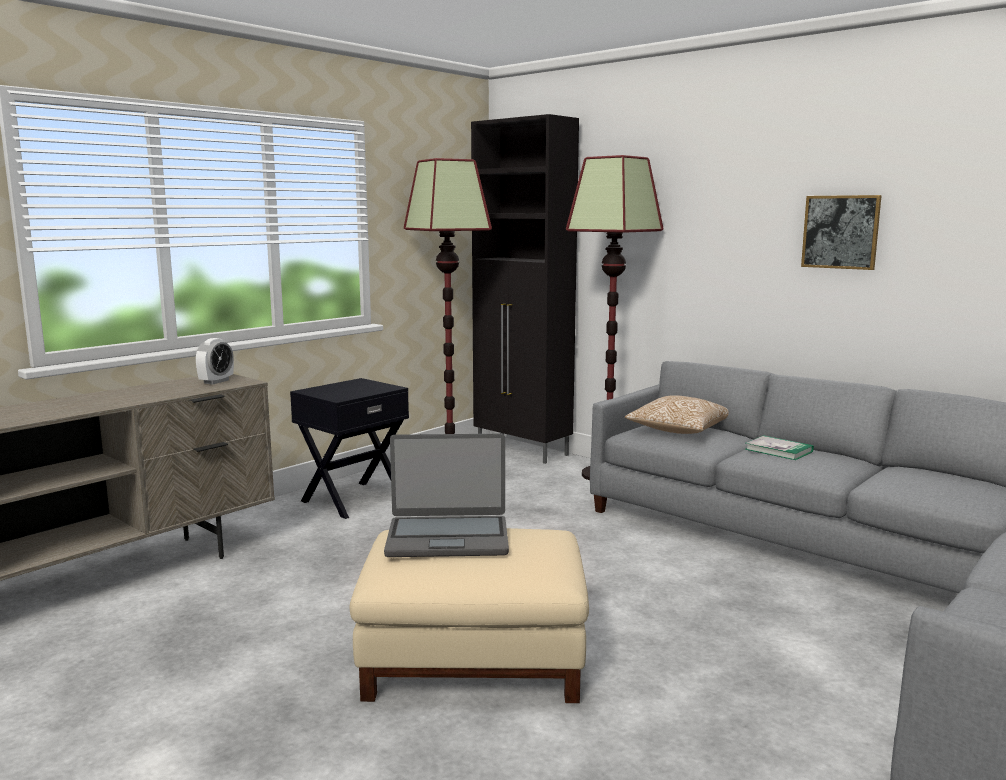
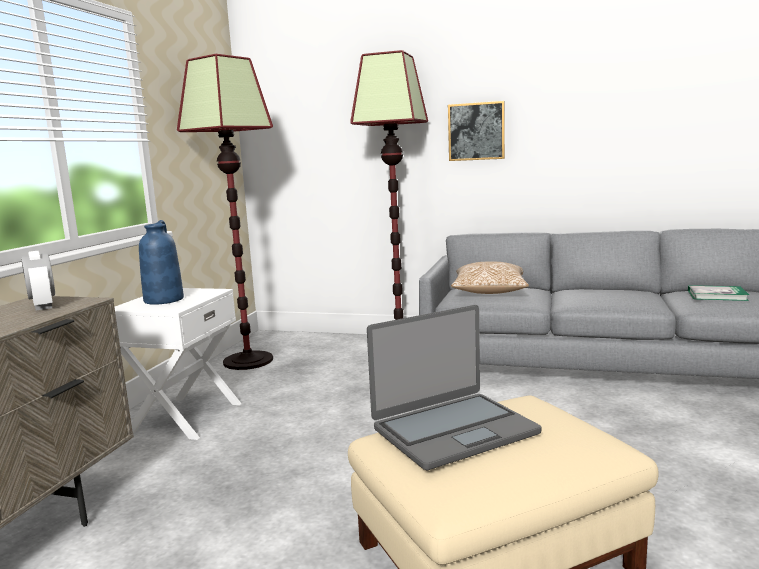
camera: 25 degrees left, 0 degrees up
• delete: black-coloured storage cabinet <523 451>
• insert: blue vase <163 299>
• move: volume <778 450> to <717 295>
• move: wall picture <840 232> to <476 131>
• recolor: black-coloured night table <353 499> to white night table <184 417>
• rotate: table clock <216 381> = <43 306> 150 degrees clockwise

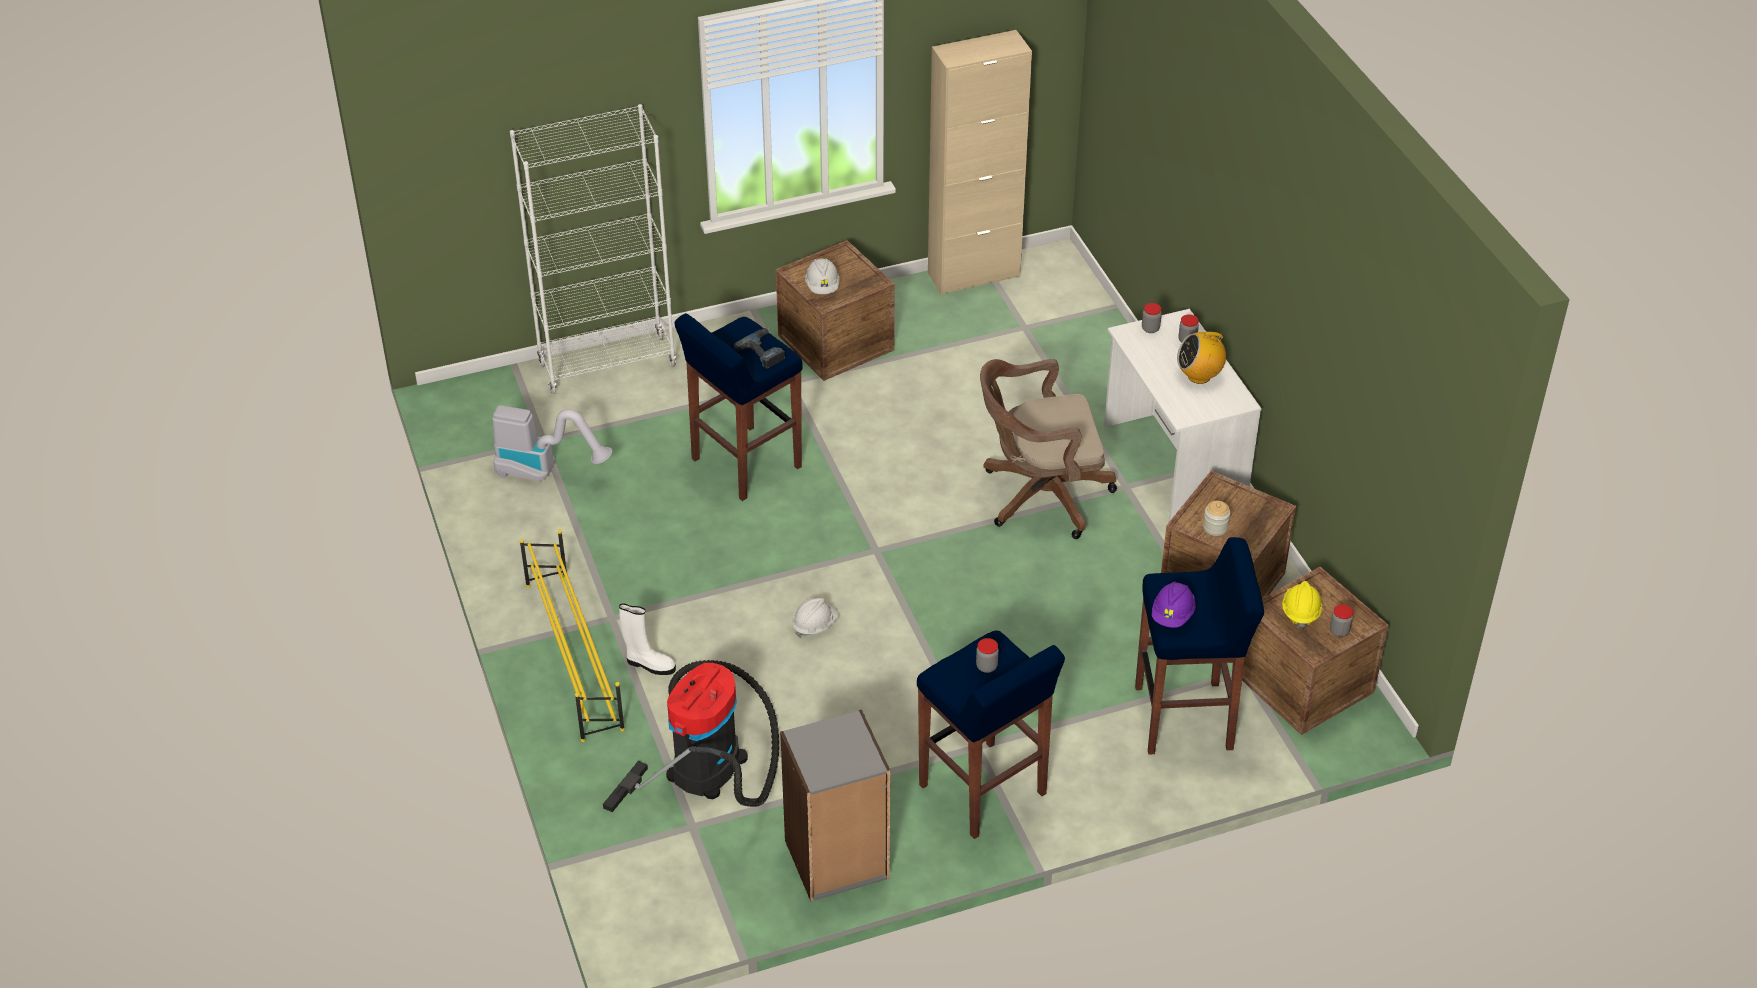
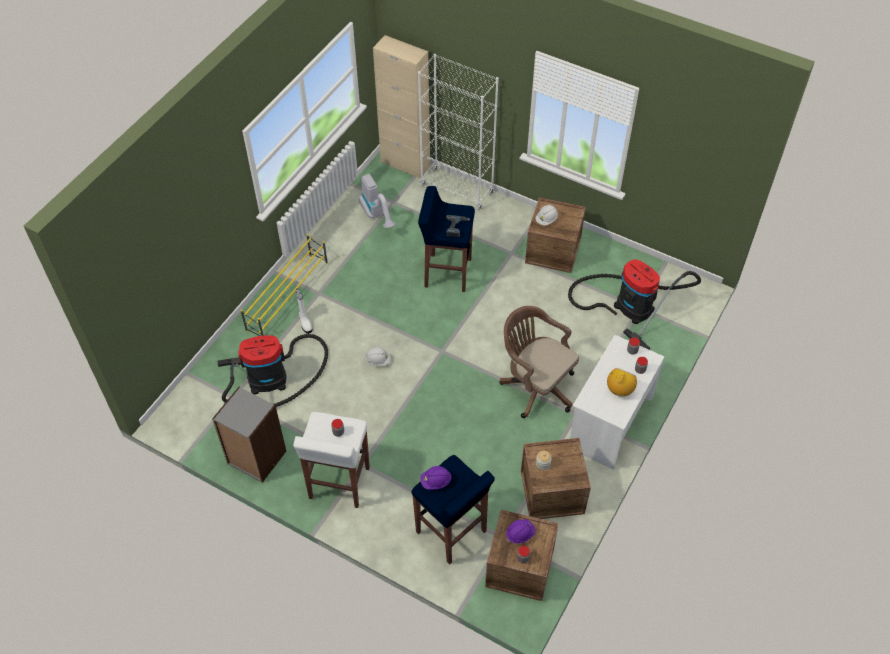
camera: 50 degrees right, 10 degrees up
• insert: vacuum <629 306>
• move: beige-coloured storage cabinet <973 275> to <405 164>
• recolor: blue stool seat <983 791> to white stool seat <339 484>
• recolor: yellow-coloured hard hat <1300 612> to purplish hard hat <520 534>
• rotate: radio <1199 376> = <619 390> 75 degrees clockwise

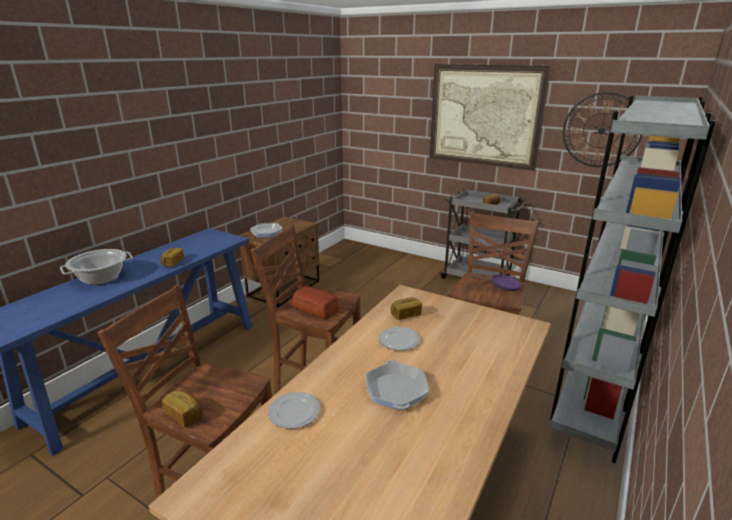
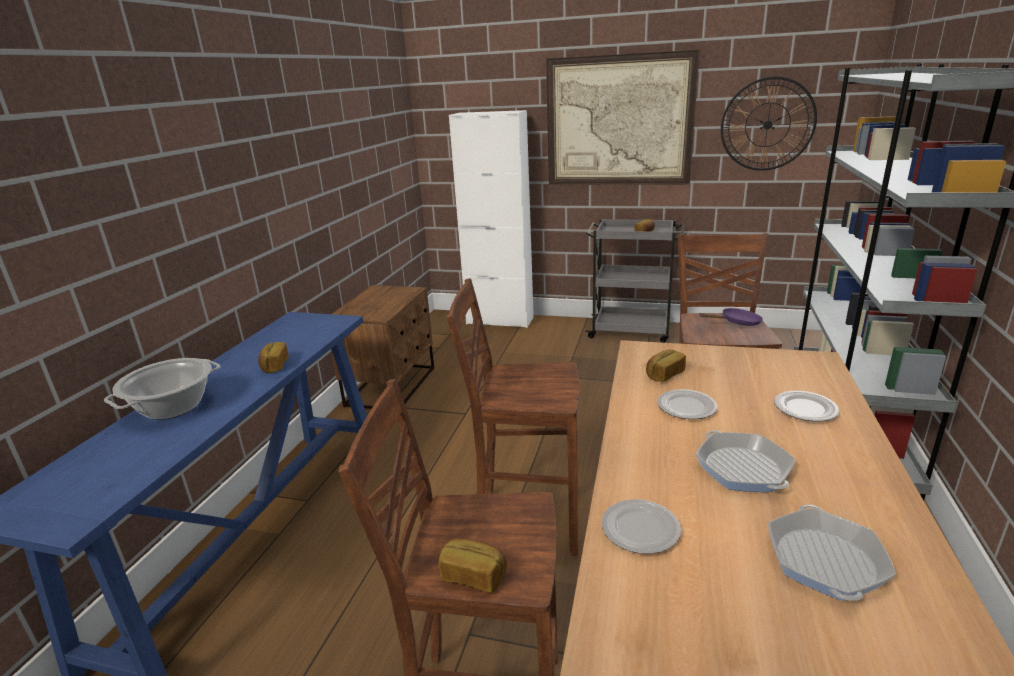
camera: 15 degrees left, 0 degrees up
• delete: bread <316 309>
• insert: white storage cabinet <500 320>
• insert: dinner plate <805 409>
• move: pan <266 233> to <825 560>

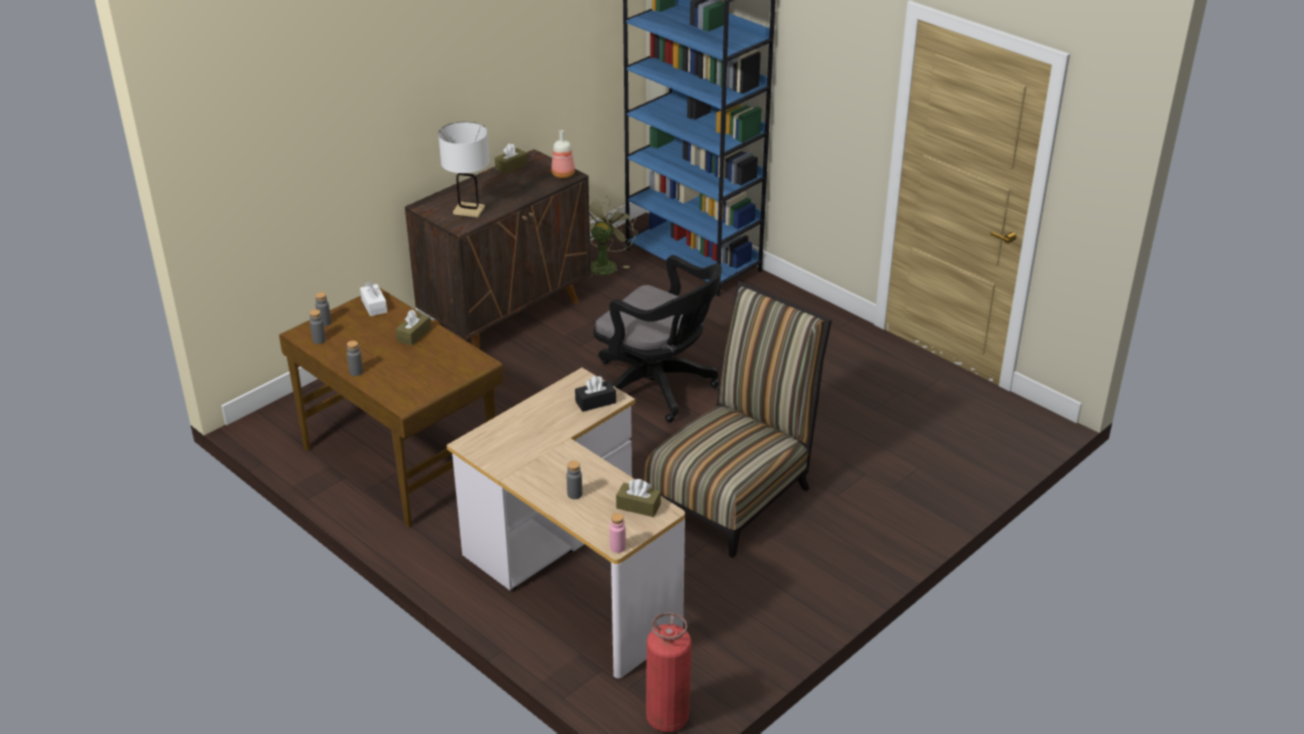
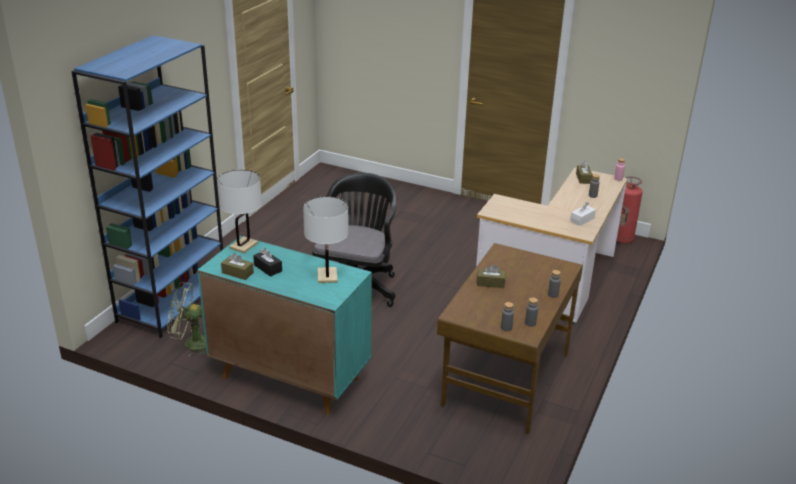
camera: 110 degrees left, 5 degrees down
• delete: chair <733 492>
• move: white box of tissues <374 306> to <582 219>
• move: black-coloured box of tissues <595 402> to <268 268>
• replace: bottle <564 174> to white tabletop lamp <244 245>
• recolor: brown-coloured storage cabinet <507 314> to turquoise-coloured storage cabinet <289 377>

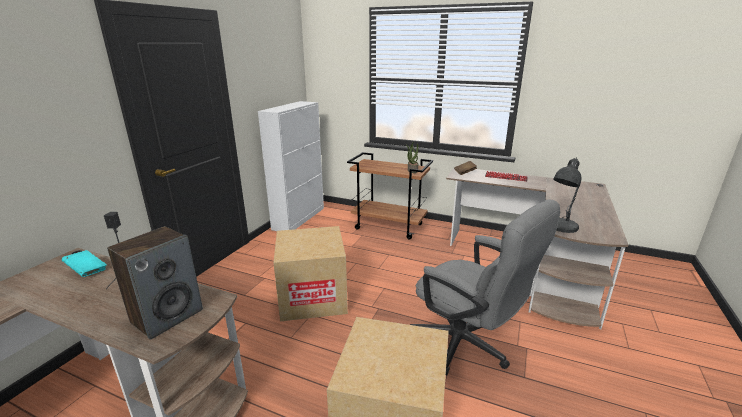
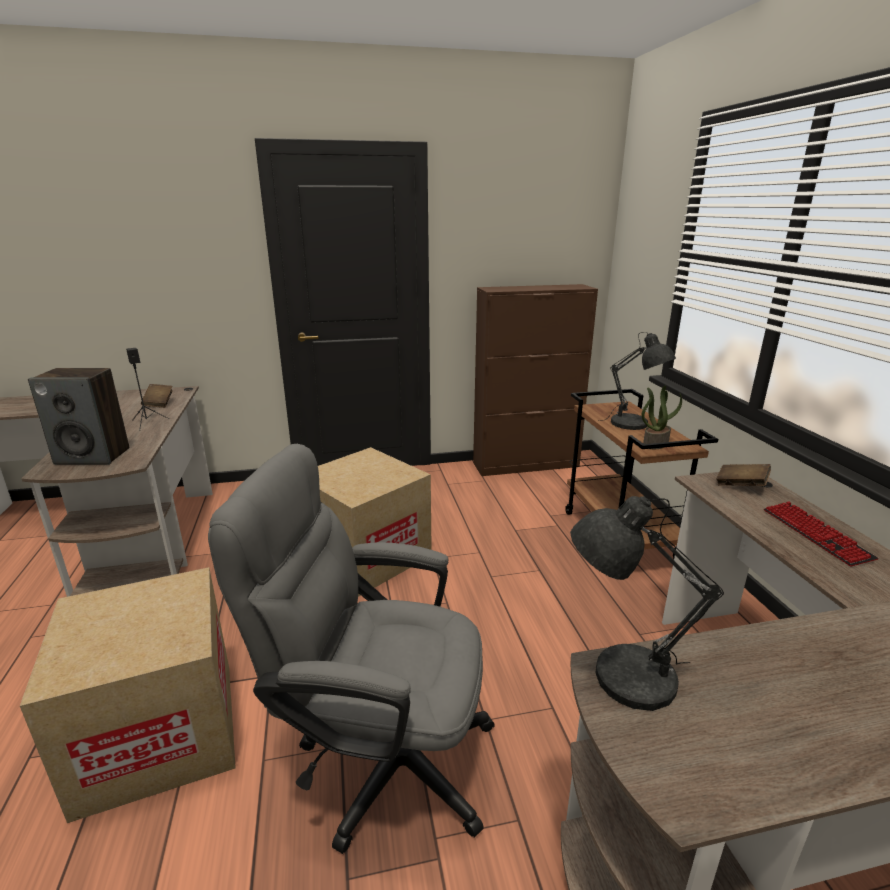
camera: 55 degrees right, 0 degrees up
• insert: greyish tabletop lamp <633 425>
• recolor: turquoise-coloured volume <87 271> to brown-coloured volume <159 403>
• recolor: white storage cabinet <299 218> to brown-coloured storage cabinet <526 464>
• rotate: greyish computer chair <467 346> = <379 757> 90 degrees clockwise

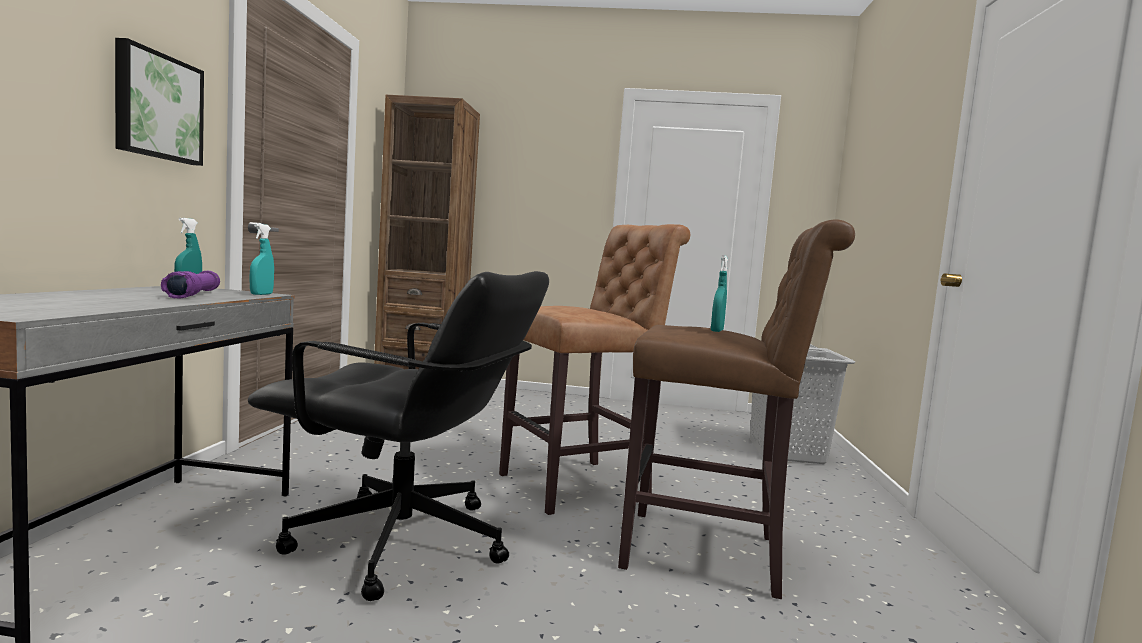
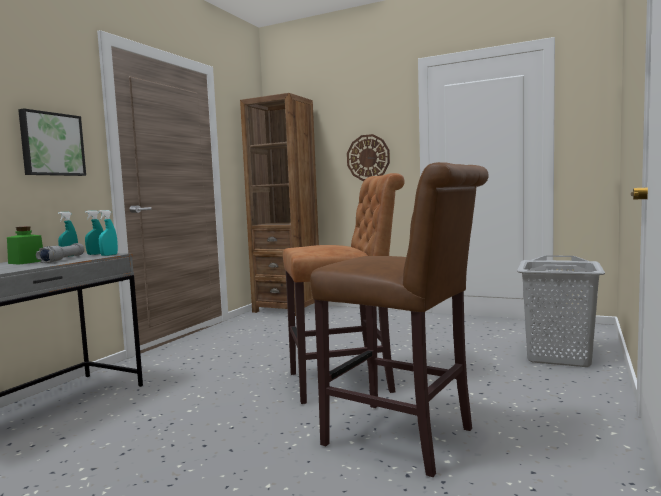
camera: 20 degrees right, 0 degrees up
• delete: black-coloured computer chair <402 544>
• insert: green-coloured storage jar <26 262>
• insert: hanging clock <368 158>
• move: turquoise-coloured sprayer <717 331> to <96 254>
• recolor: purplish hand torch <193 295> to greyish hand torch <62 259>

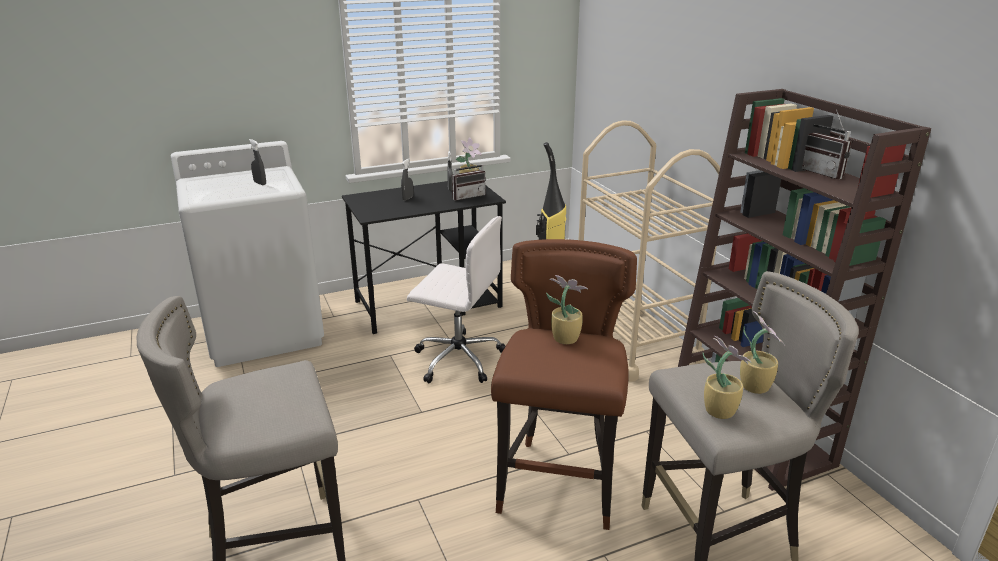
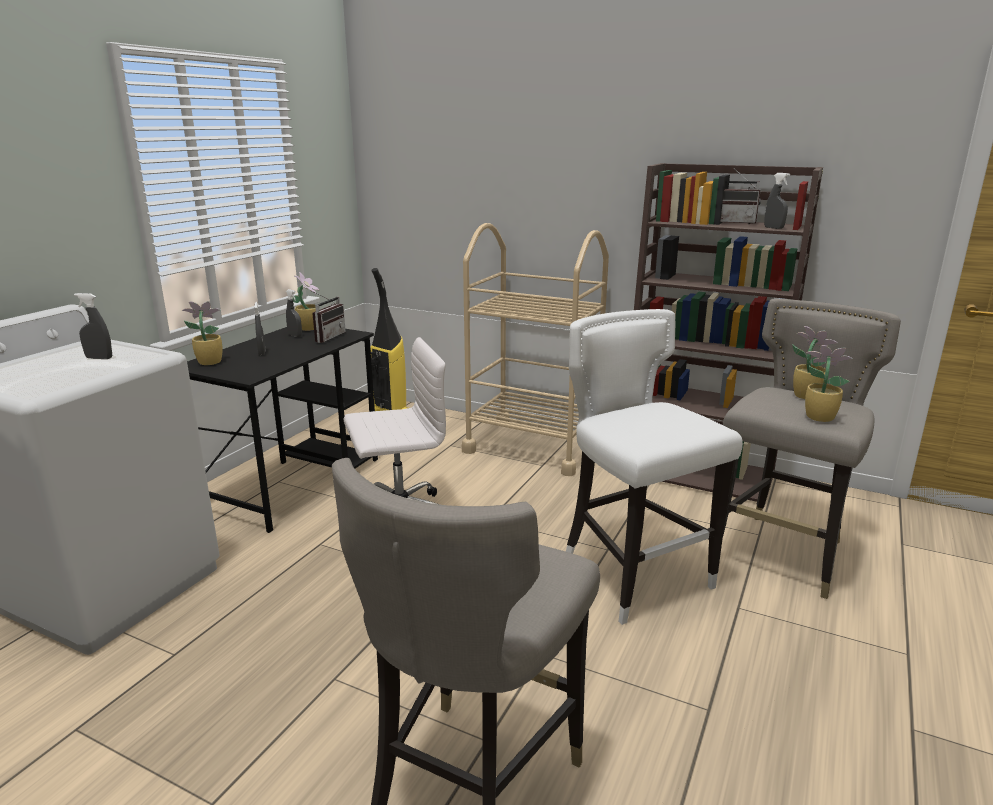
camera: 40 degrees left, 5 degrees down
• insert: greyish sprayer <773 228>
• move: plant in a pot <564 338> to <208 362>
• recolor: brown-coloured stool seat <559 483> to white stool seat <633 574>

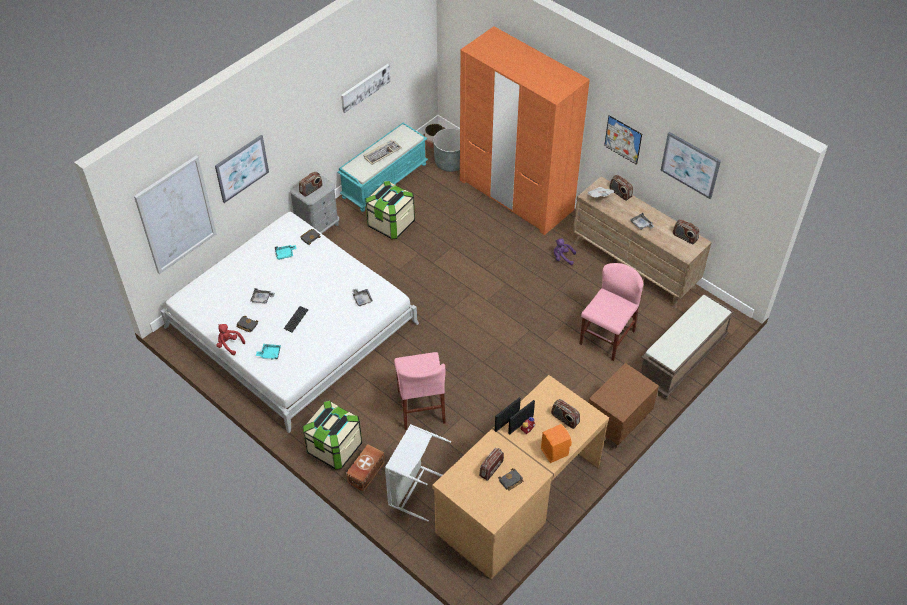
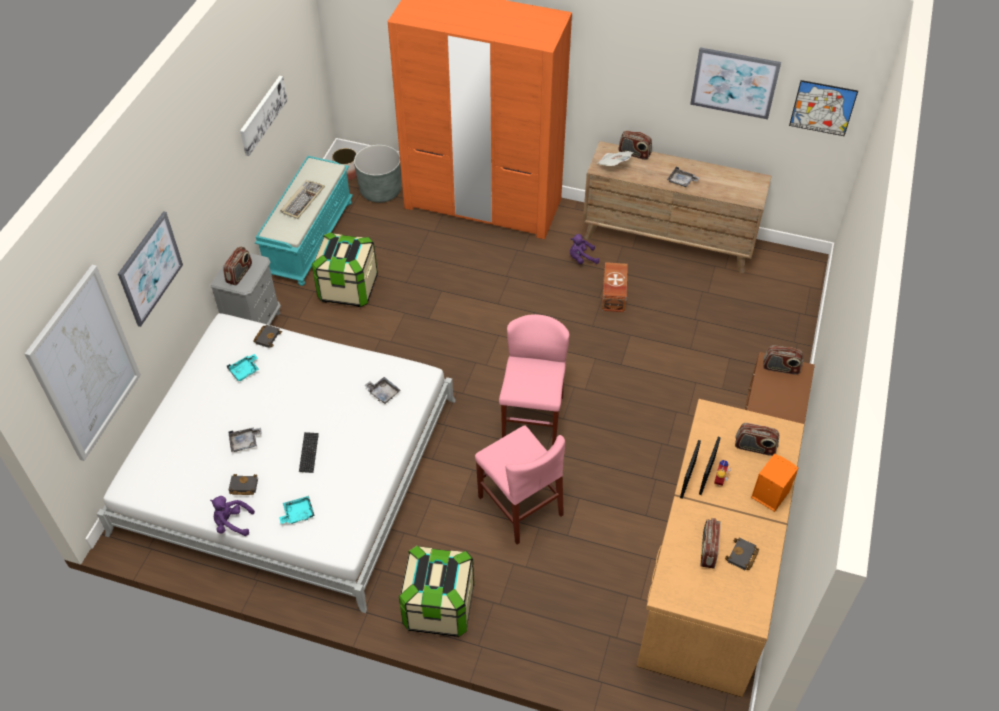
camera: 25 degrees left, 0 degrees up
• delete: greyish hamper <413 489>
• delete: brown-coloured bench <682 360>
• move: brown-coloured storage bin <365 472> to <613 295>
• move: pinkish chair <607 337> to <532 418>
• move: wall picture <623 139> to <822 108>
• move: radio <684 237> to <780 368>
• recolor: reddish cuddly toy <229 344> to purplish cuddly toy <232 523>

